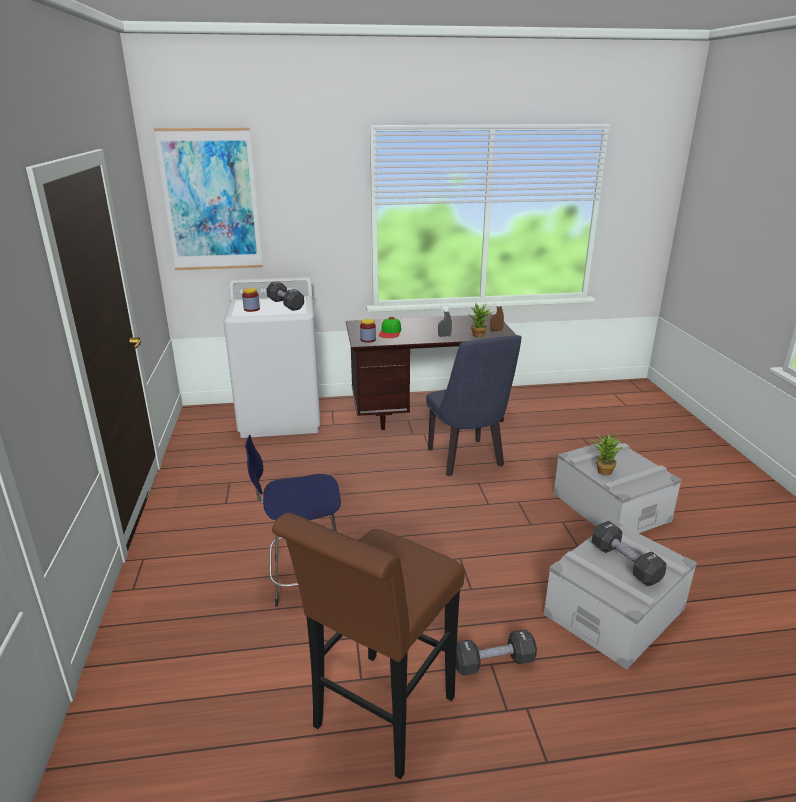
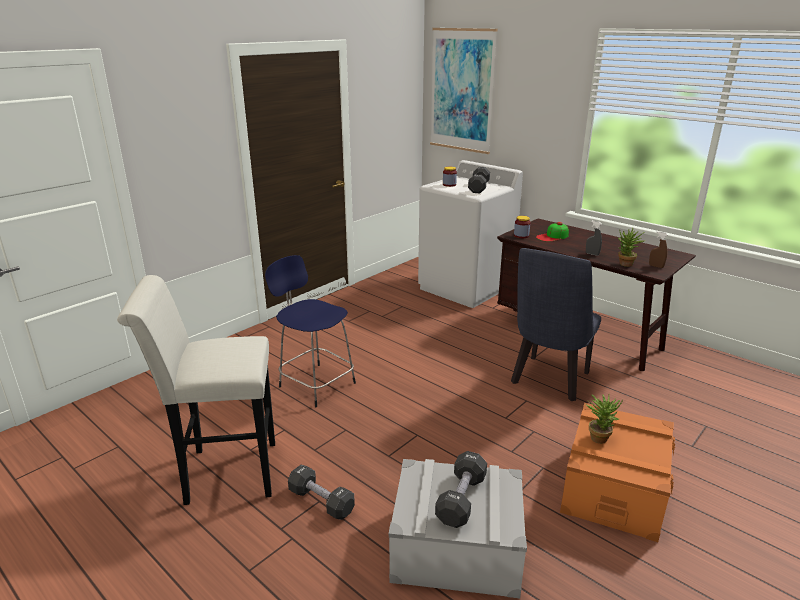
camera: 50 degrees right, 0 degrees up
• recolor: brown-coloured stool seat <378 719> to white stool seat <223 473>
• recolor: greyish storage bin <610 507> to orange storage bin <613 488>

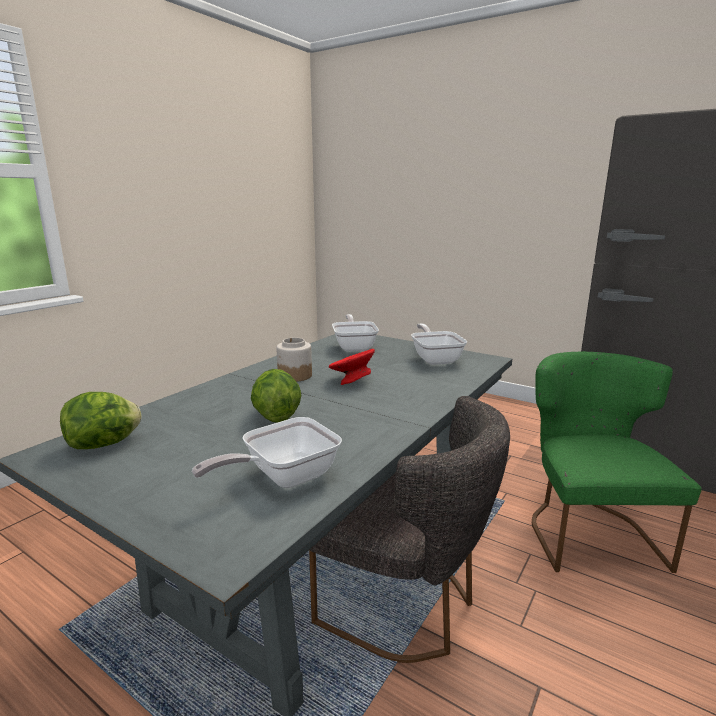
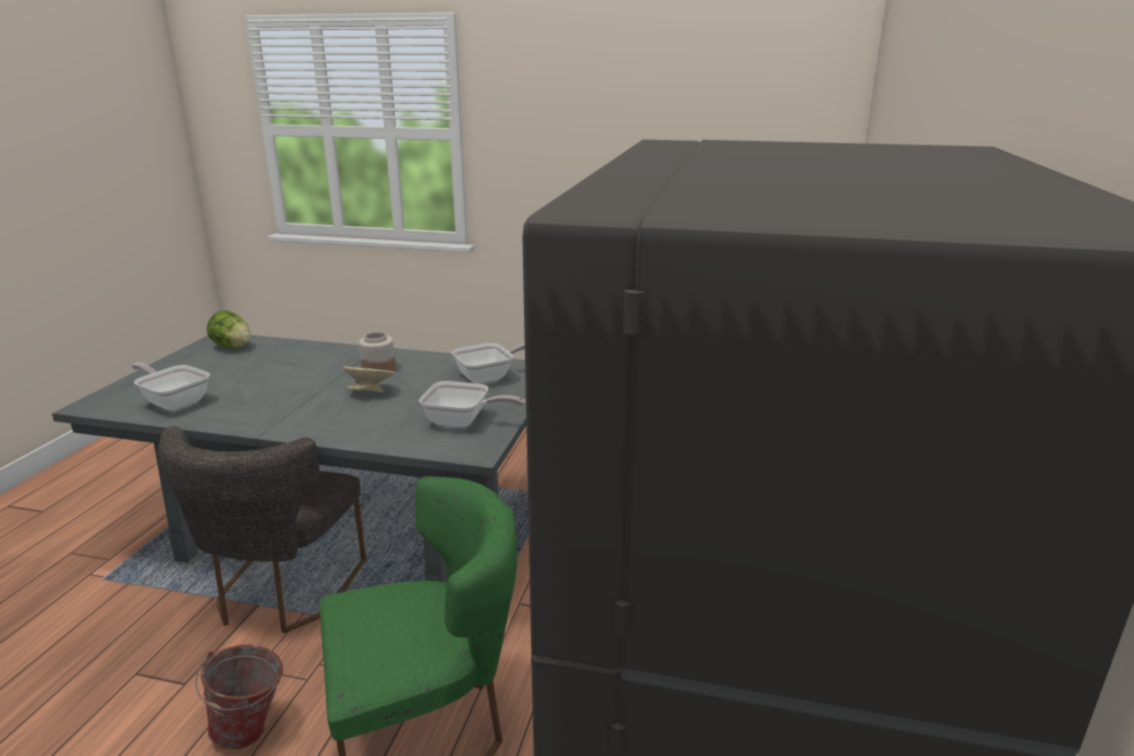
camera: 70 degrees right, 5 degrees up
• delete: head of lettuce <275 416>
• insert: pail <252 731>
• recolor: reddish serving bowl <351 381> to beige-coloured serving bowl <370 393>
• rotate: pan <435 359> = <463 422> 45 degrees clockwise

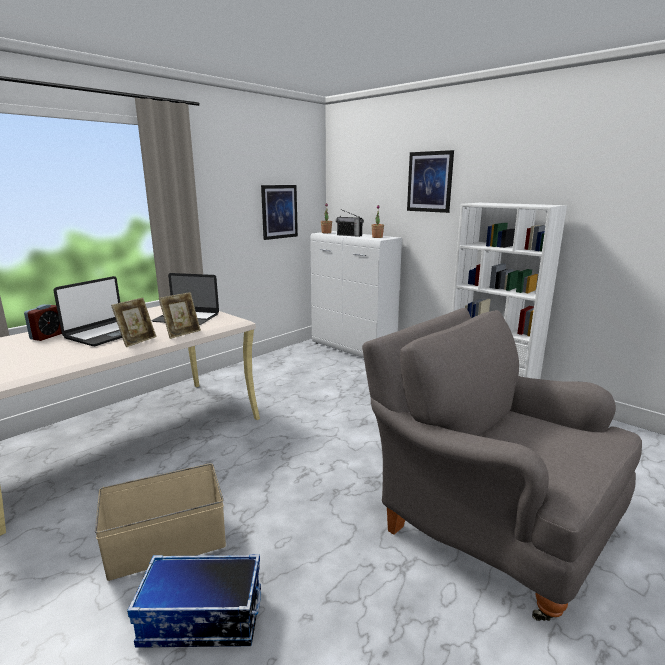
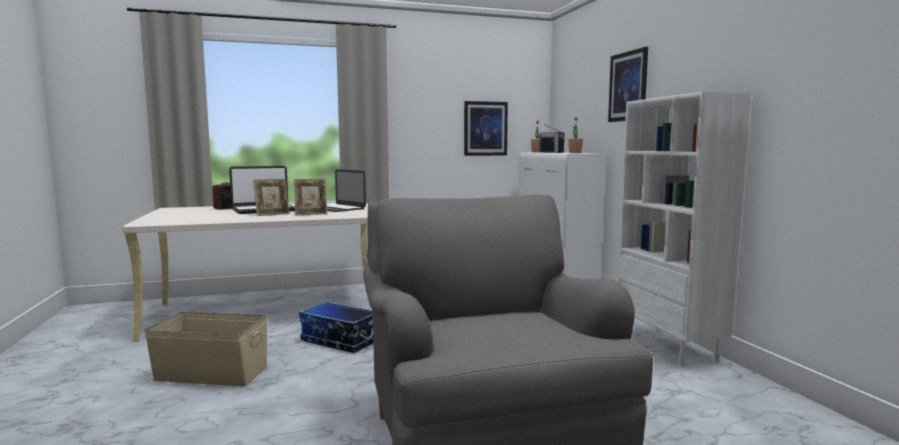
camera: 30 degrees right, 10 degrees down
• move: storage bin <201 619> to <339 341>

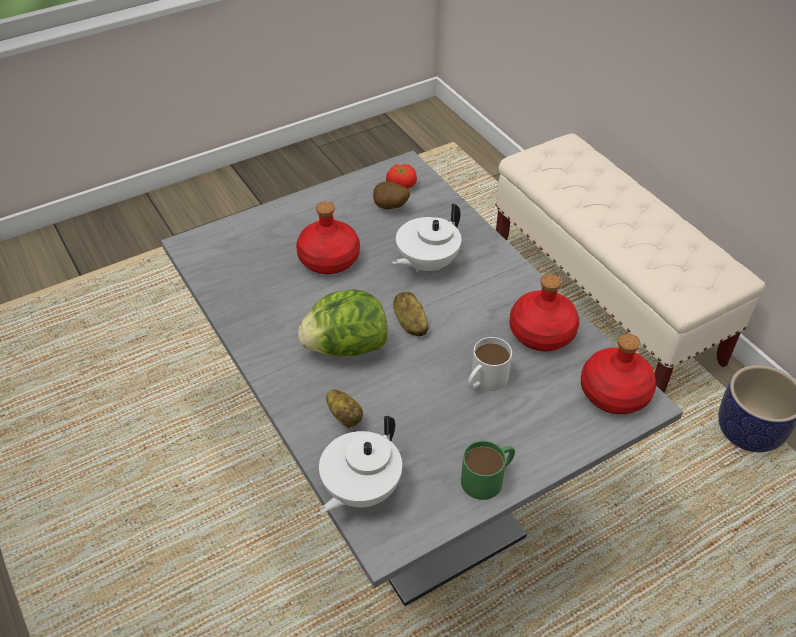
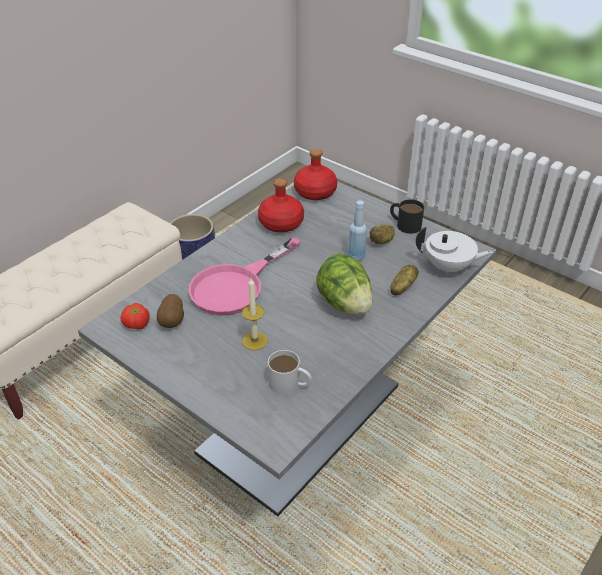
camera: 110 degrees left, 5 degrees down
• insert: blue bottle <356 256>
• move: whole potato <410 323> to <382 241>
• move: white coffee mug <484 380> to <290 384>
• replace: reddish bottle <328 259> to candle <254 341>
• replace: white teapot <426 263> to pinkish pan <236 285>
• recolor: green-coloured coffee mug <488 477> to black-coloured coffee mug <404 224>

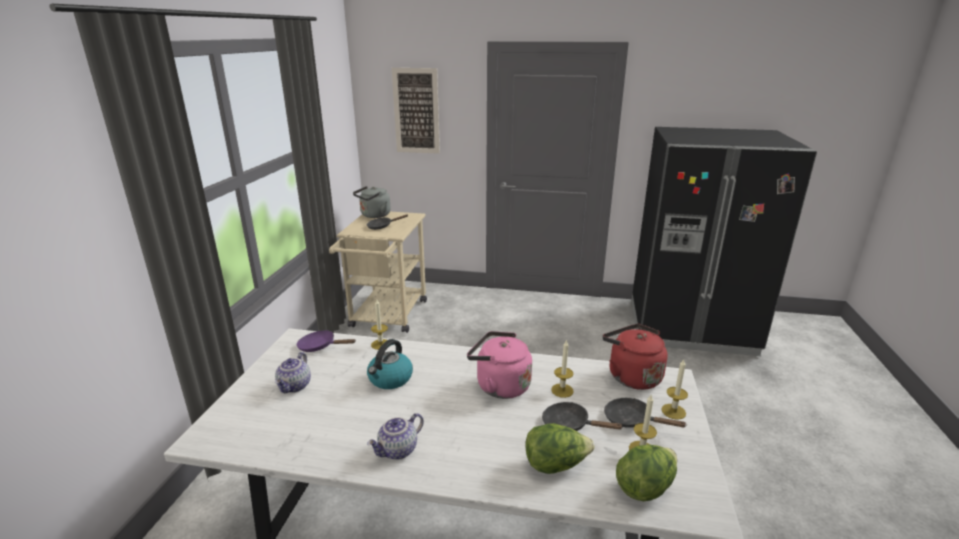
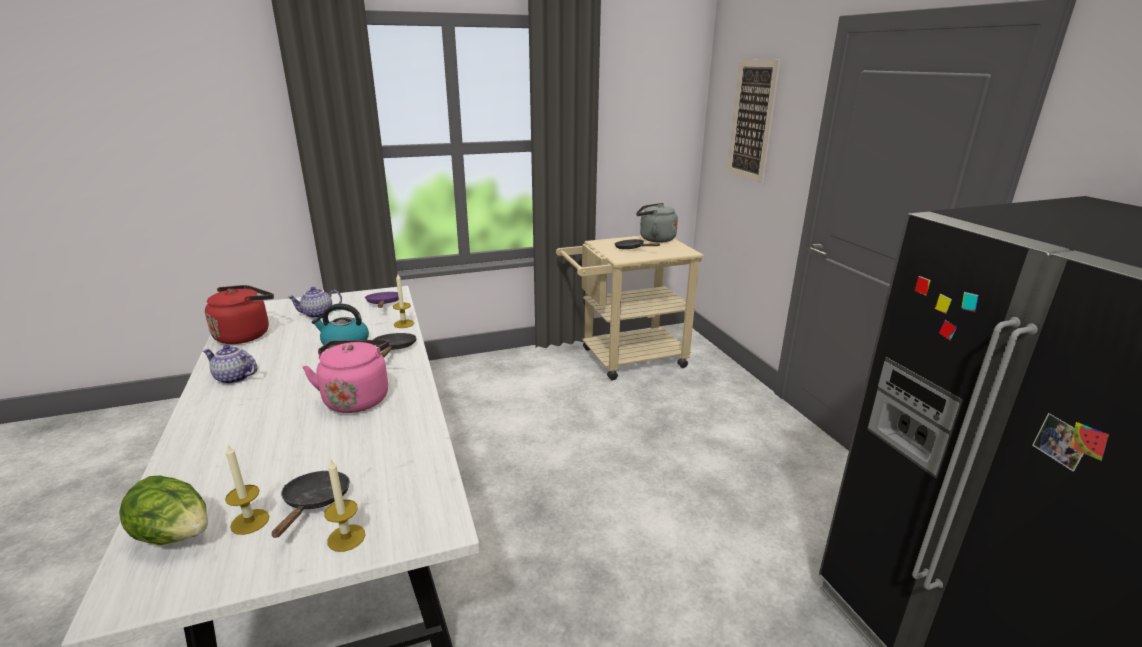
camera: 60 degrees right, 0 degrees up
• delete: head of lettuce <555 464>
• delete: candle <562 390>
• move: black-coloured pan <570 425> to <394 349>
• move: reddish kettle <631 376> to <245 334>

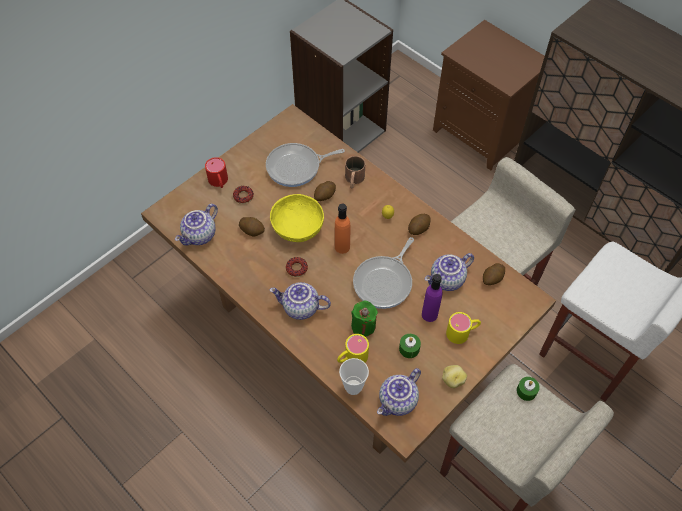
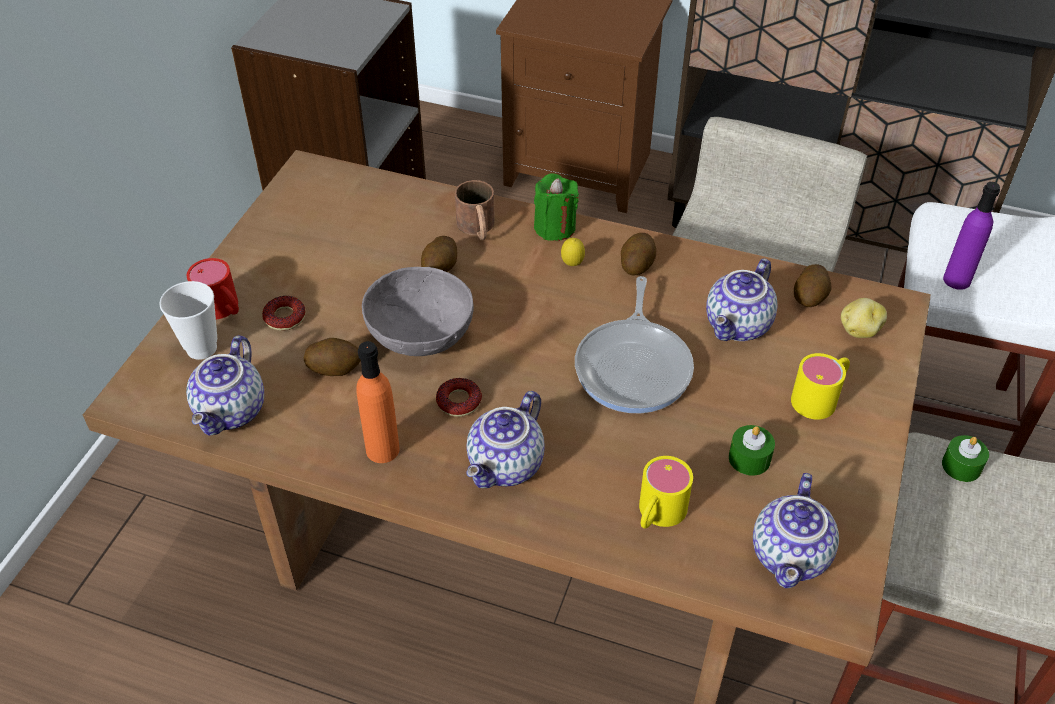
camera: 25 degrees left, 10 degrees down
• delete: pan <296 167>
• move: orange bottle <342 247> to <382 449>
• move: cup <353 387> to <201 348>
• move: green-coloured candle <363 325> to <555 227>
• move: purplish bottle <429 314> to <957 280>
• move: whole potato <452 380> to <859 330>
• recolor: yellow-coloured serving bowl <297 228> to greyish serving bowl <421 335>
• rotate: teapot <300 308> = <507 466> 45 degrees counterclockwise

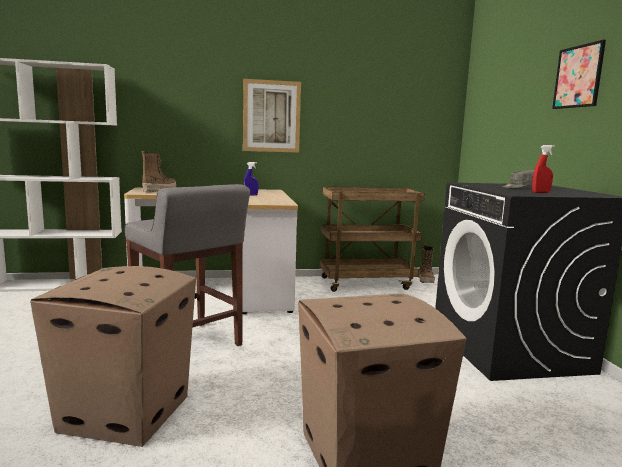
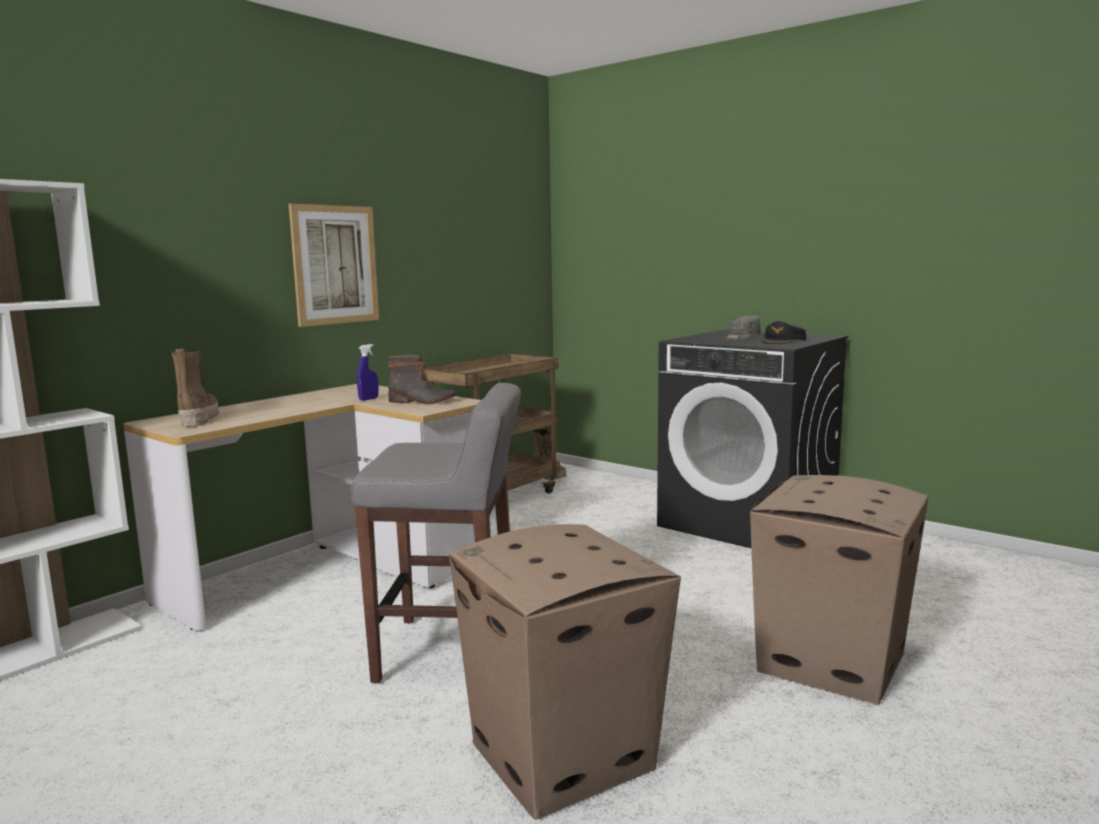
camera: 40 degrees left, 0 degrees up
• delete: wall picture <578 76>
• insert: high-top boot <422 401>
• replace: reddish sprayer <541 192> to black-coloured cap <783 341>

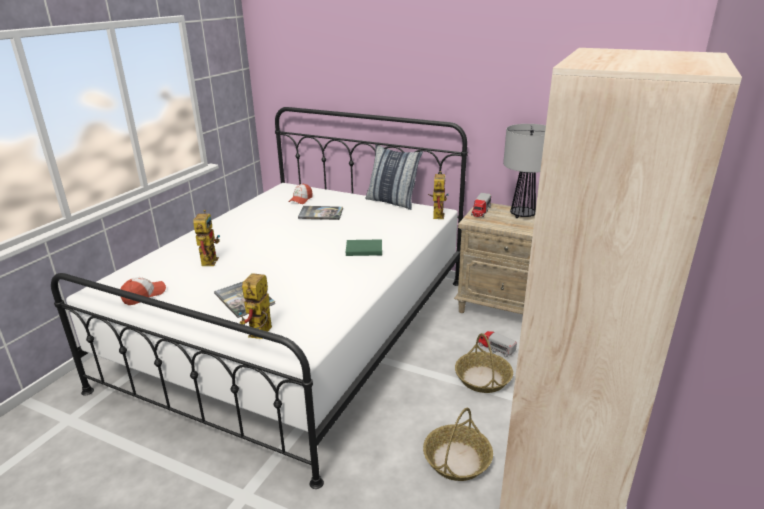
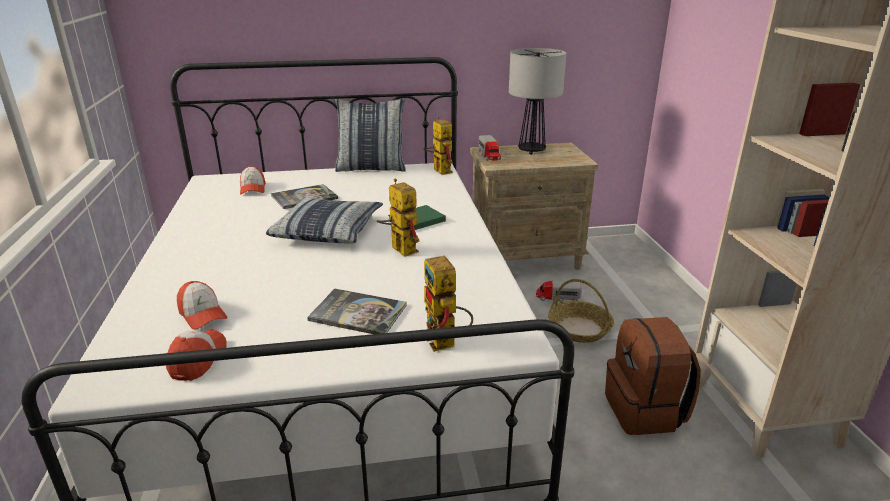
camera: 35 degrees left, 0 degrees up
• insert: cap <202 314>
• insert: cushion <328 230>
• move: robot figure <209 260> to <399 248>
• replace: basket <457 460> to brown-coloured rucksack <645 411>

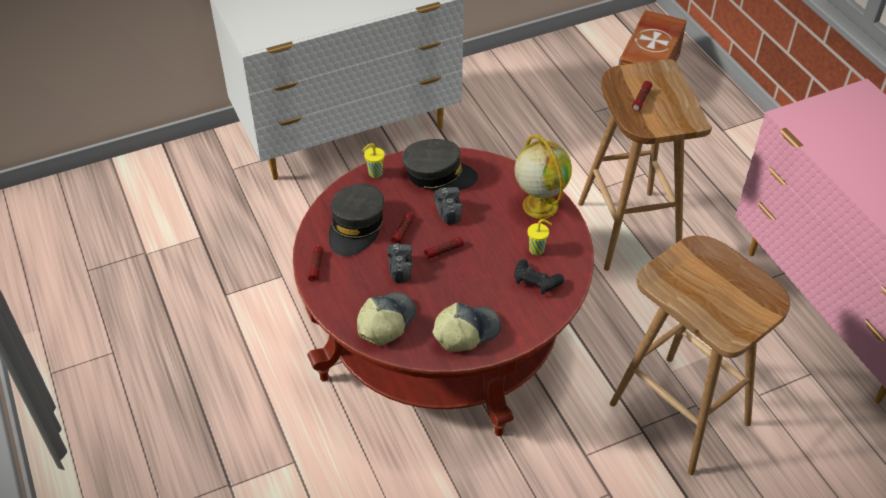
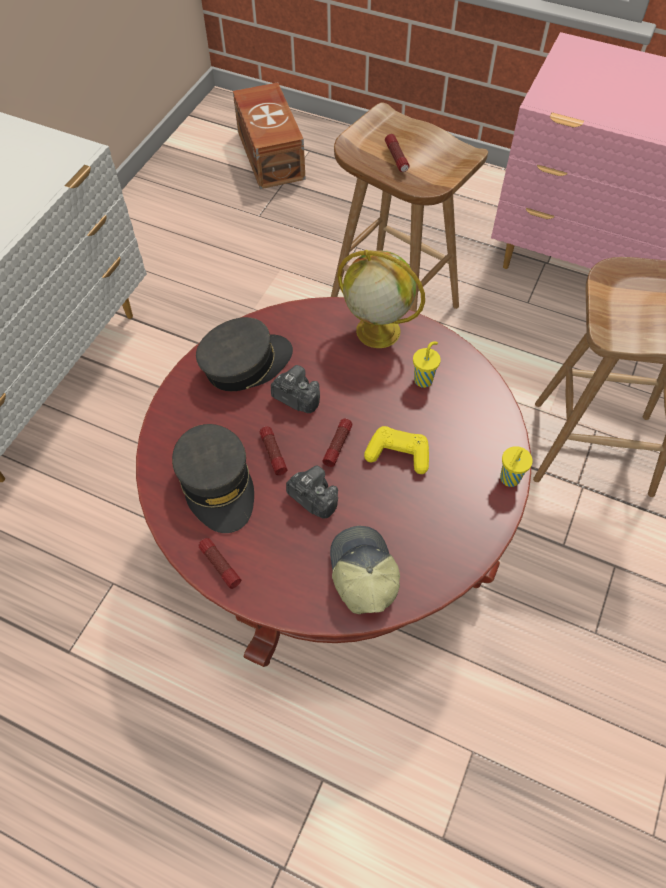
camera: 40 degrees left, 10 degrees up
• delete: cap <465 332>
• delete: black-coloured game controller <536 281>
• insert: yellow-coloured game controller <398 454>
• move: yellow-coloured cup <374 173> to <509 479>

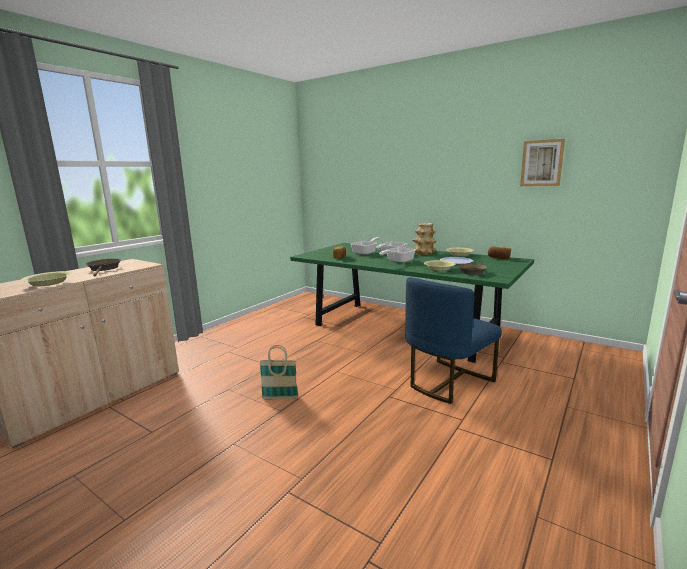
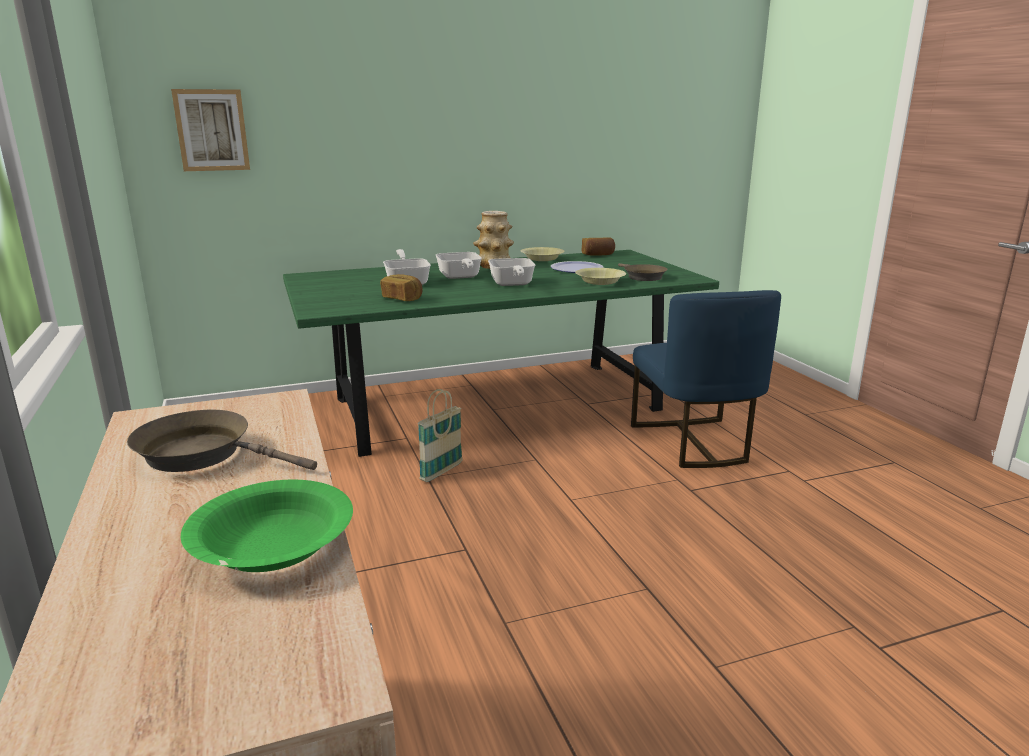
camera: 55 degrees left, 5 degrees up
• move: basket <280 398> to <441 472>
• move: wall picture <542 163> to <212 130>
• recolor: yellow-coloured serving bowl <48 283> to green-coloured serving bowl <272 546>

